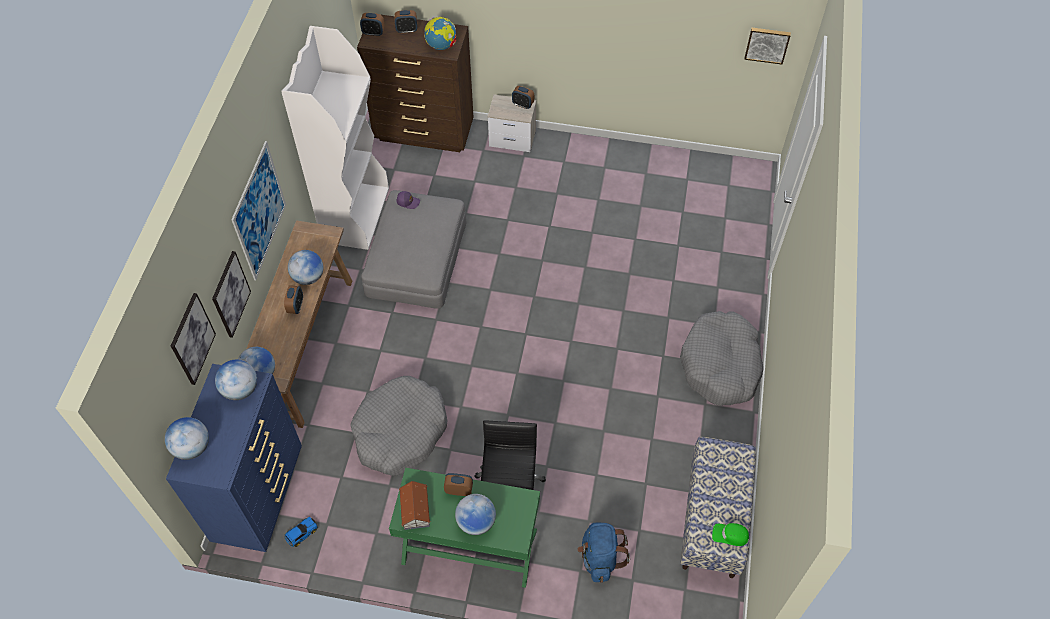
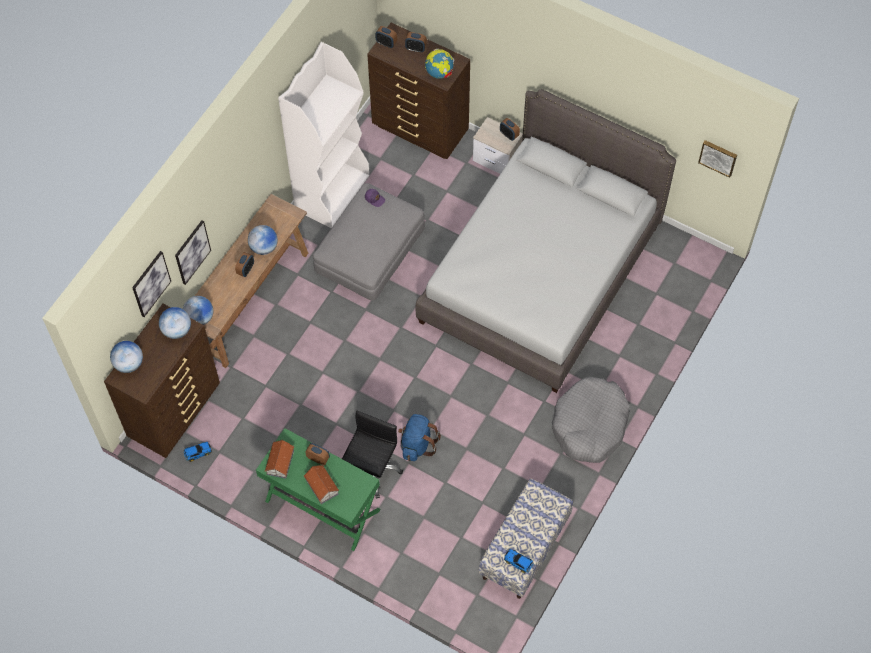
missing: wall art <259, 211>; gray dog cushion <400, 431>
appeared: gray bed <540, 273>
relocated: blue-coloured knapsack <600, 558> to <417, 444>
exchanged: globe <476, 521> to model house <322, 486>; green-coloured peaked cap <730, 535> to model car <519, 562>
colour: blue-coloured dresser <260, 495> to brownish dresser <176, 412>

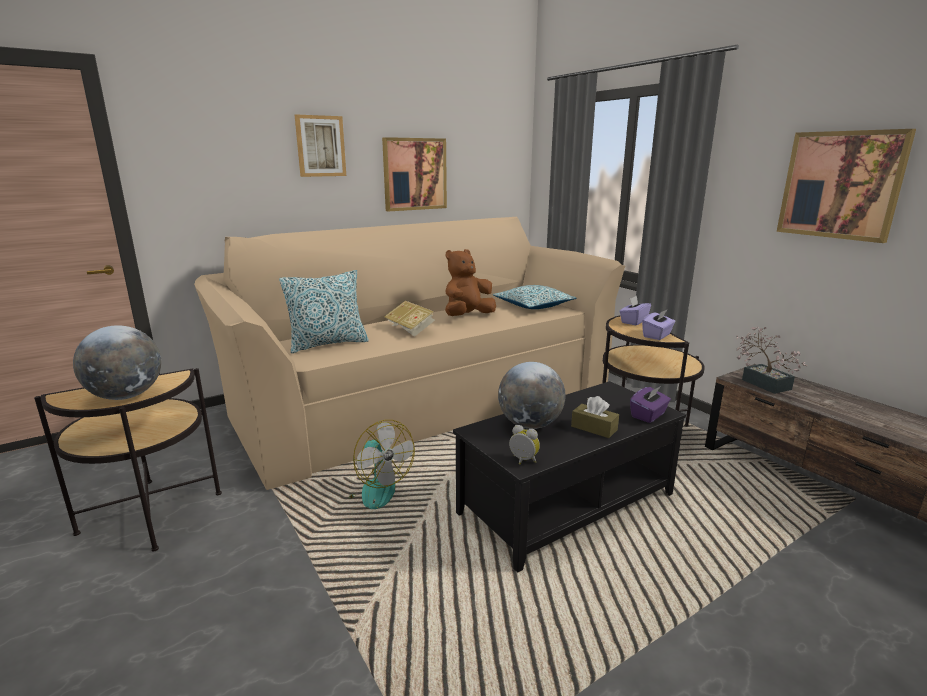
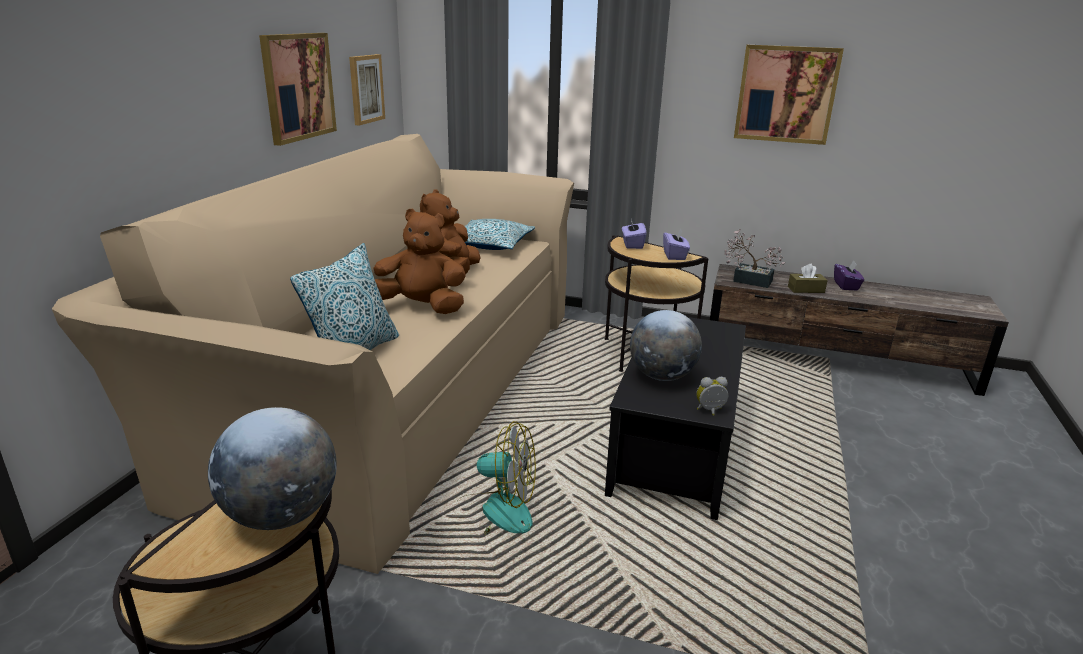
relocated: wall art <320, 146> to <366, 89>; purple-coloured box of tissues <648, 415> to <846, 285>; brownish box of tissues <594, 428> to <806, 289>
exchanged: volume <410, 329> to brownish plush toy <421, 307>

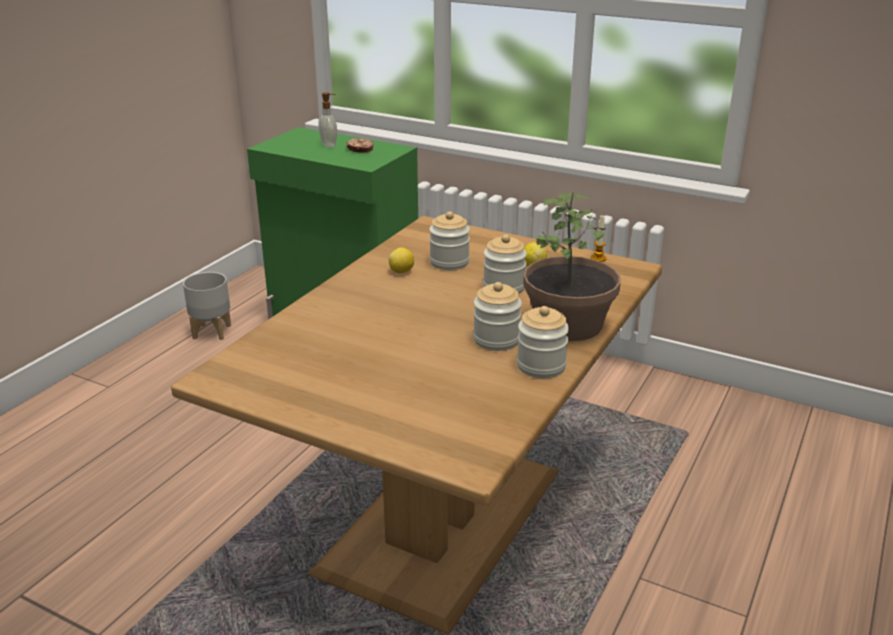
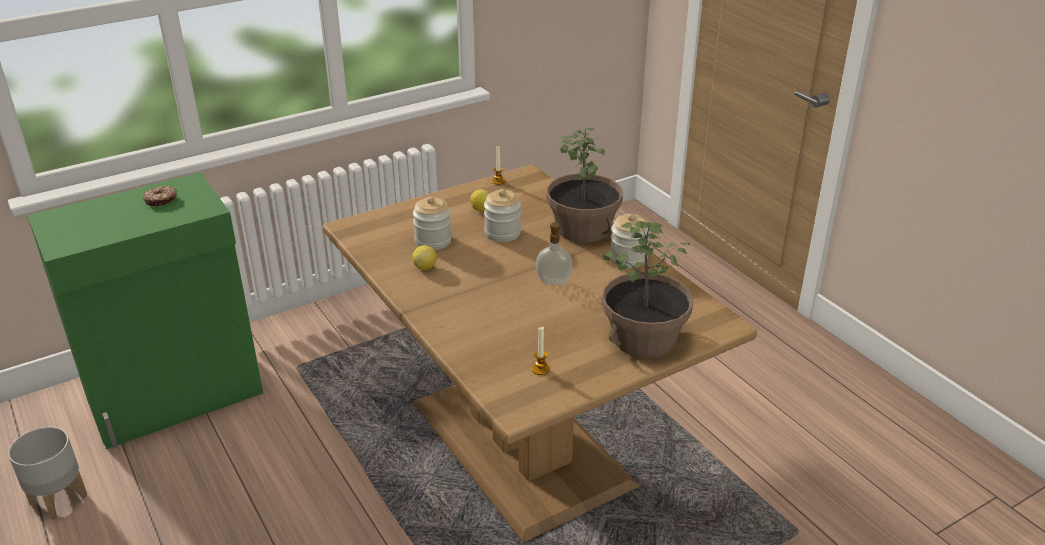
missing: storage jar <496, 340>
appeared: houseplant <644, 339>; wax light <540, 369>
relocated: liquid soap bottle <329, 145> to <553, 281>

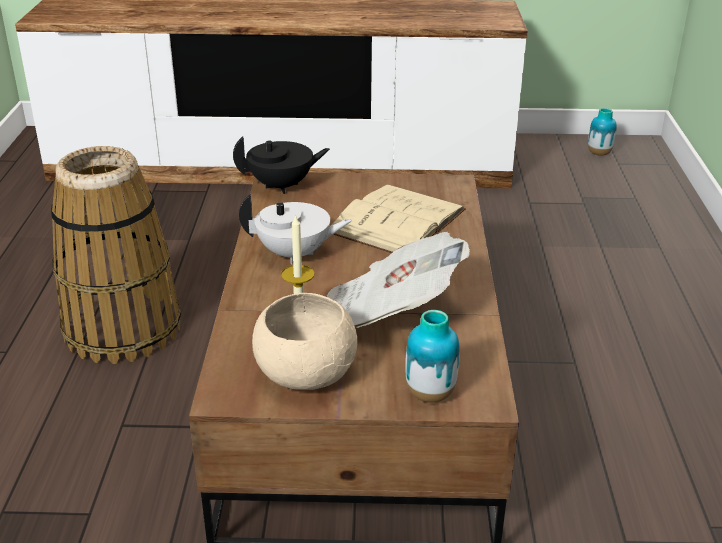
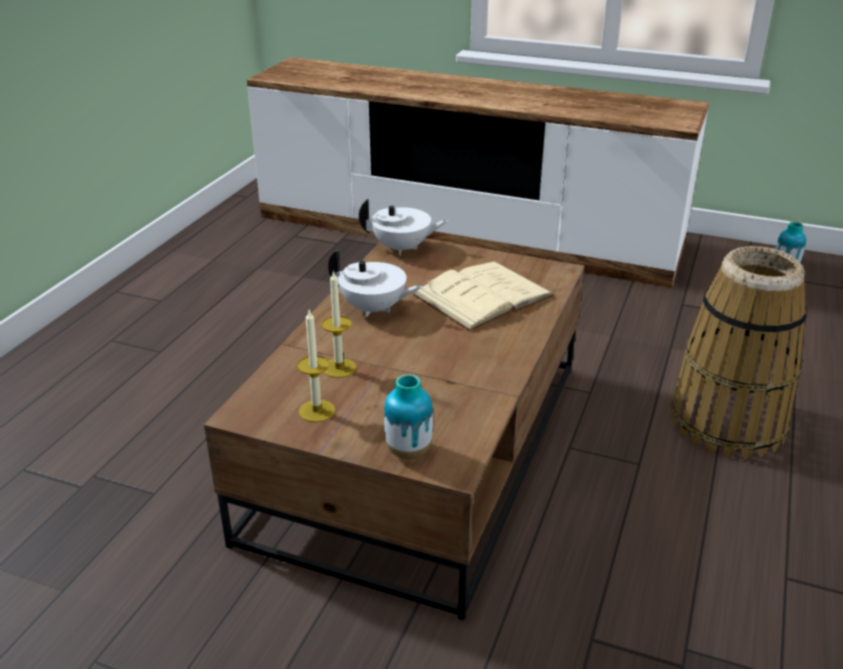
missing: printed paper <391, 311>
relocated: household basket <123, 329> to <727, 423>
exchanged: sand-coloured serving bowl <306, 373> to wax light <317, 411>
colour: black-coloured teapot <282, 186> to white teapot <402, 248>

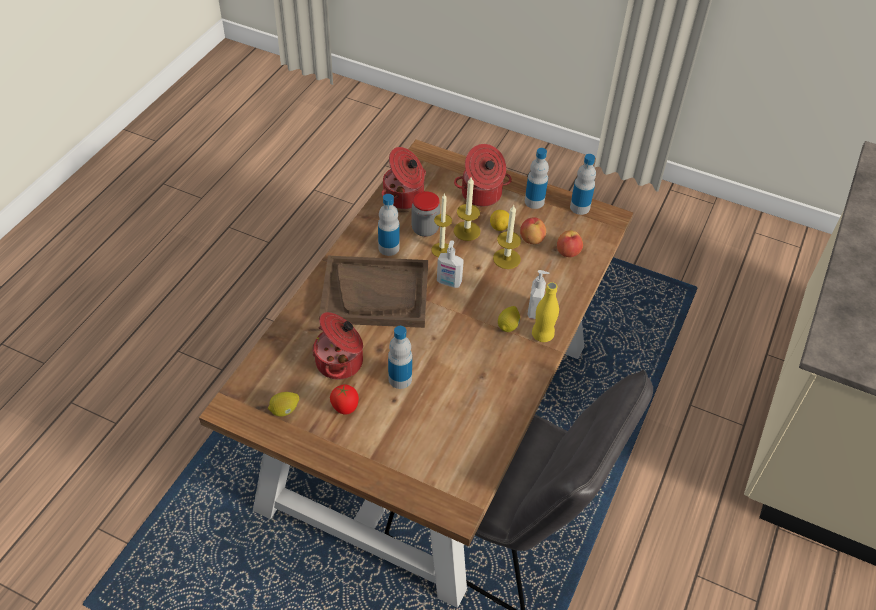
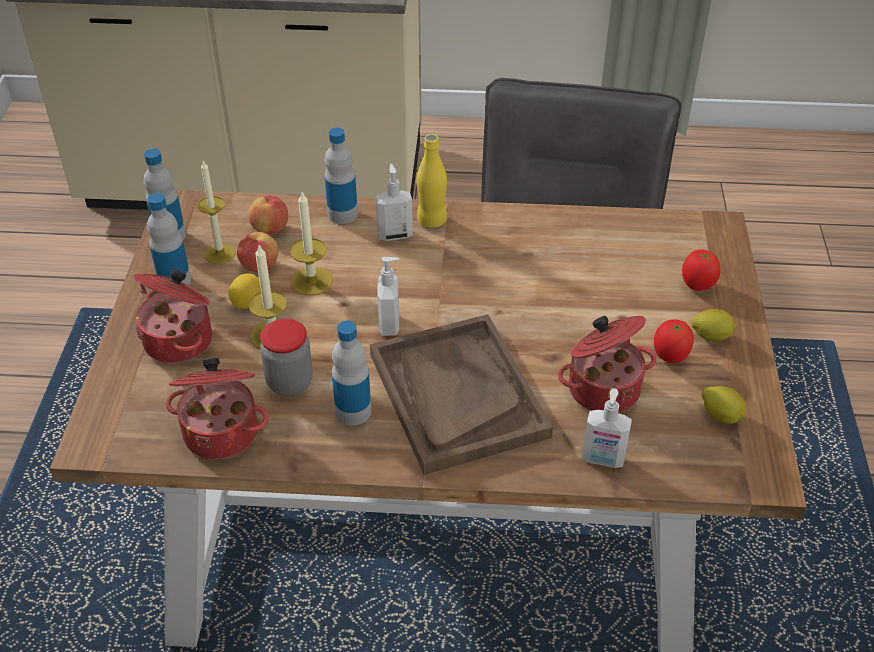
appeared: fresh tomato <697, 286>; liquid soap bottle <602, 460>
relocated: wax light <441, 250> to <220, 254>; lemon <508, 326> to <710, 336>; bottle <400, 379> to <342, 214>

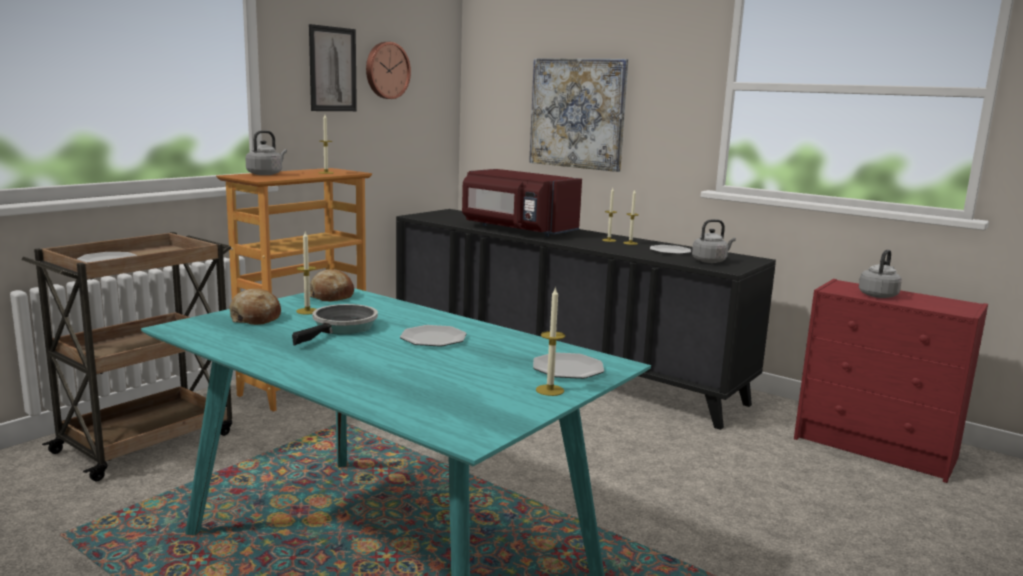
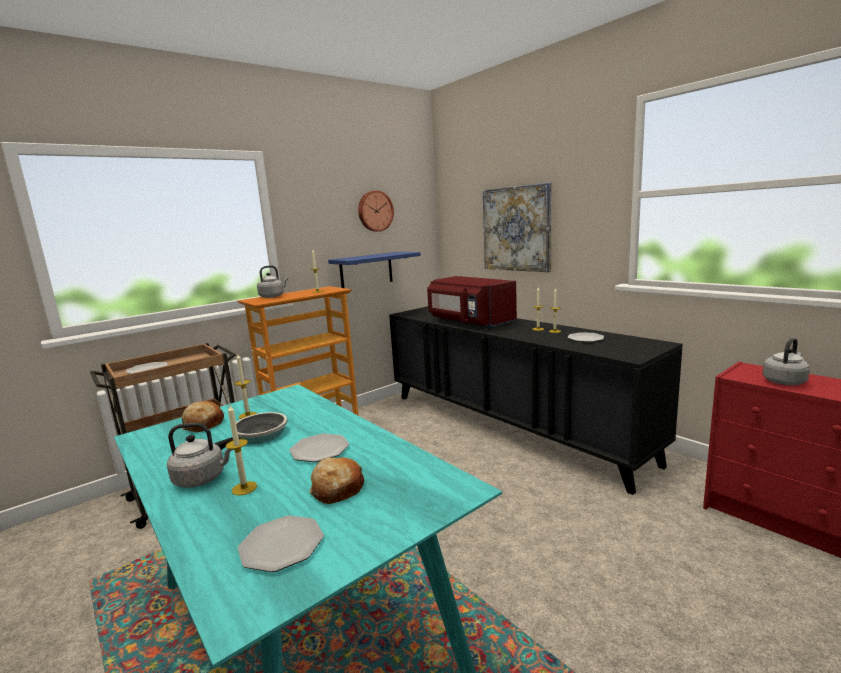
missing: wall art <332, 69>
appeared: blue-coloured shelf <366, 270>
relocated: gray kettle <710, 261> to <202, 479>; baked bread <331, 296> to <337, 489>; wax light <550, 390> to <244, 488>; dinner plate <567, 368> to <281, 545>

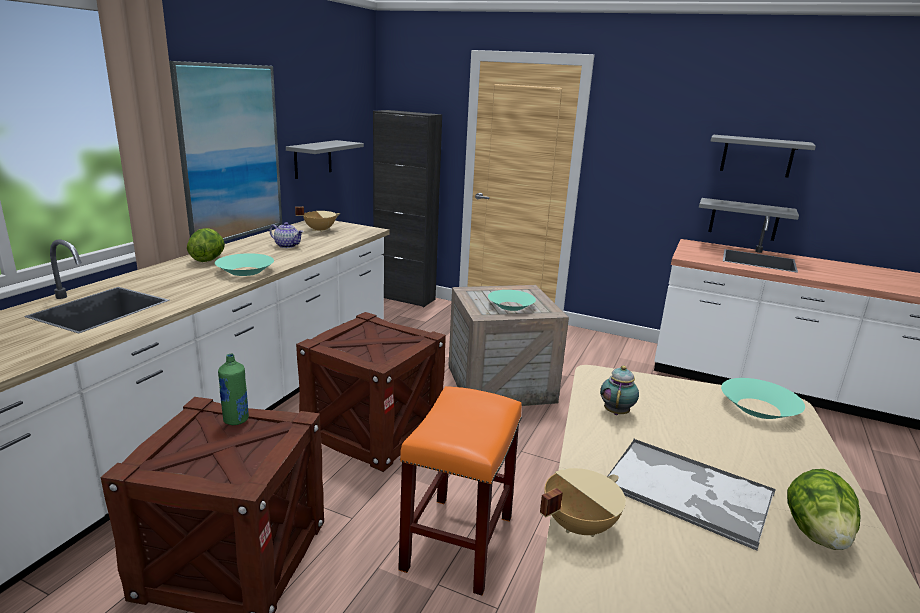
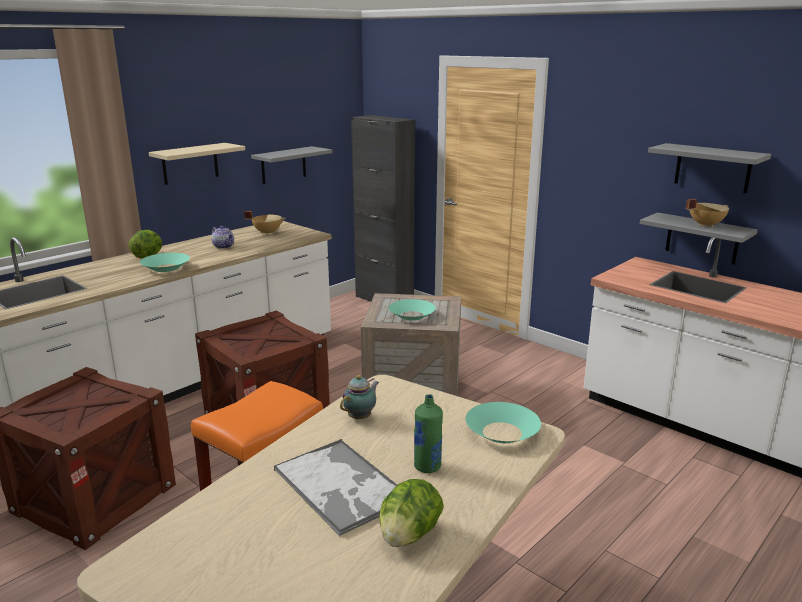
relocated: green-coloured bottle <236, 420> to <427, 466>; sand-coloured cooking pot <577, 524> to <705, 225>
exchanged: wall art <230, 153> to sand-coloured shelf <190, 163>

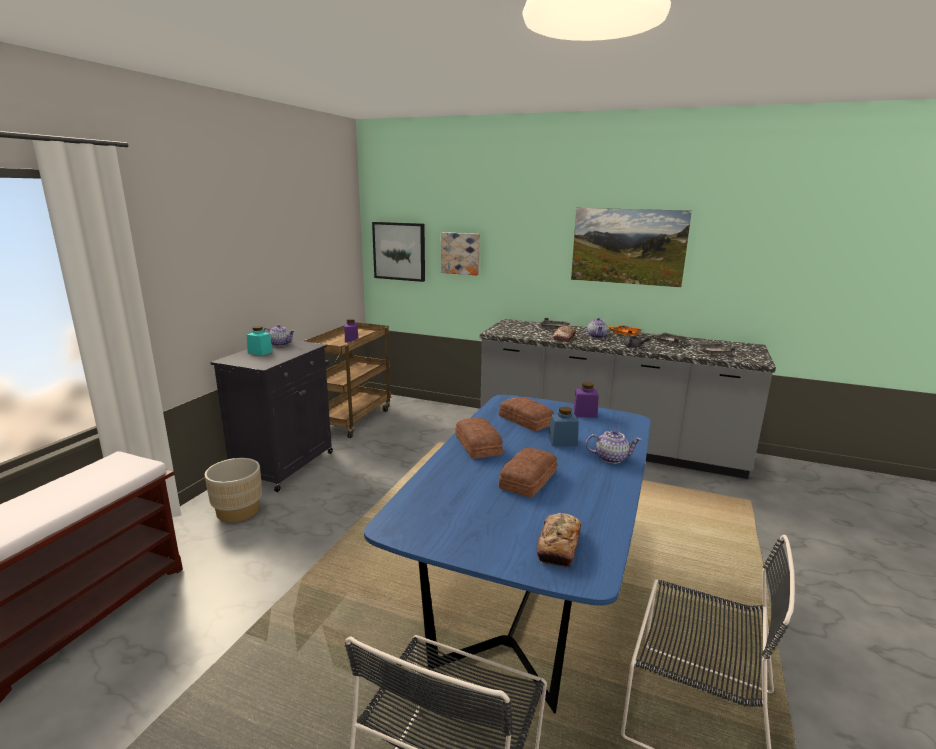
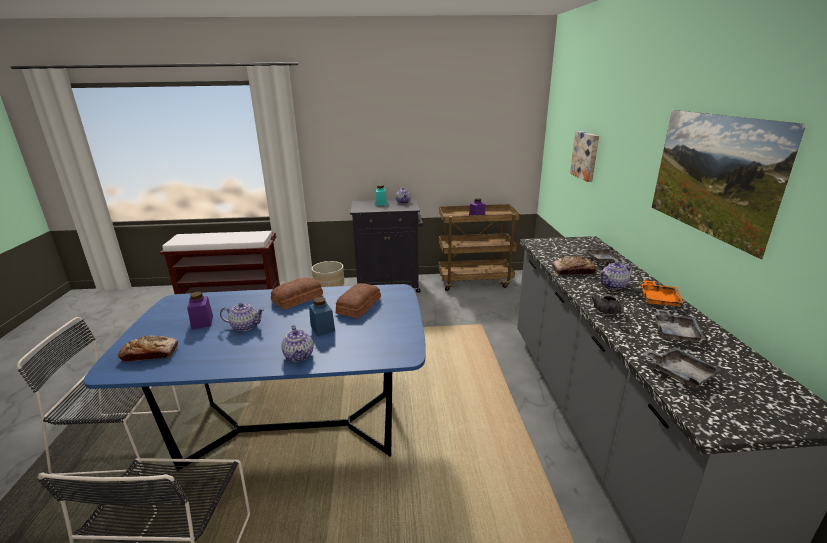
missing: wall art <399, 251>
relocated: purple-coloured storage jar <585, 413> to <202, 322>
exchanged: baked bread <526, 479> to teapot <245, 326>

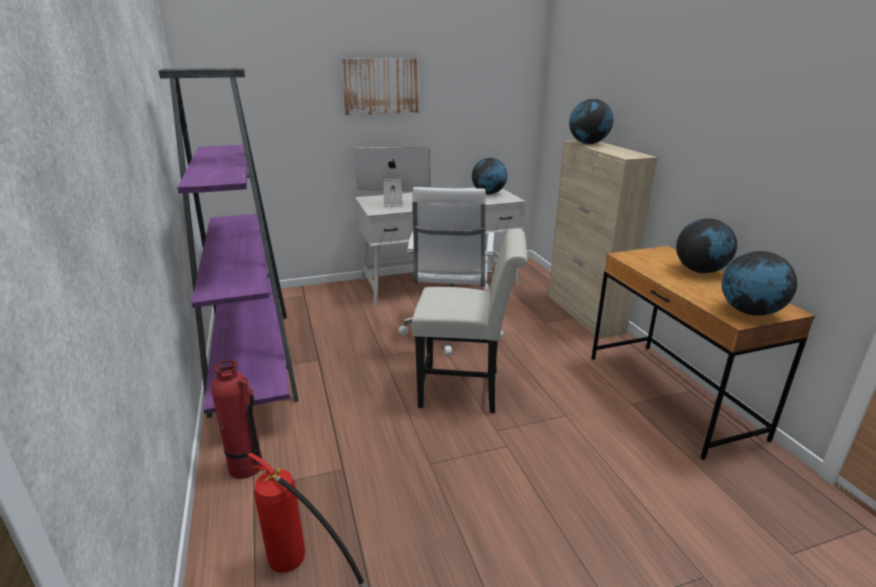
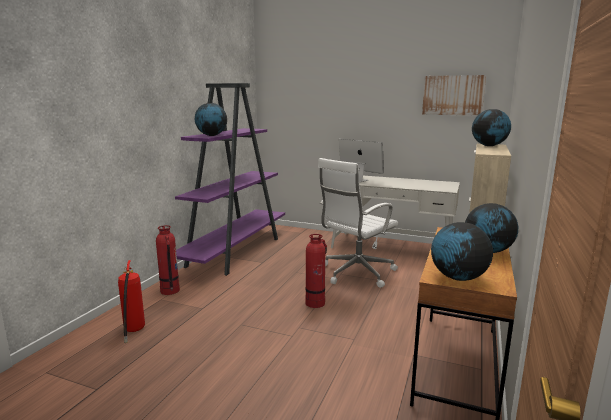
relocated: wall art <381, 86> to <453, 95>; globe <488, 193> to <211, 135>
exchanged: white plain chair <467, 389> to fire-fighting cylinder <315, 303>

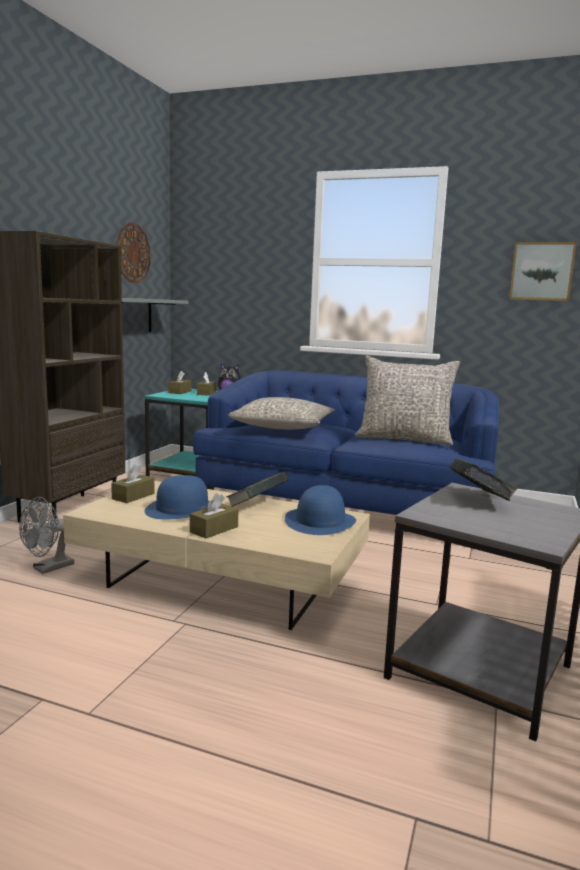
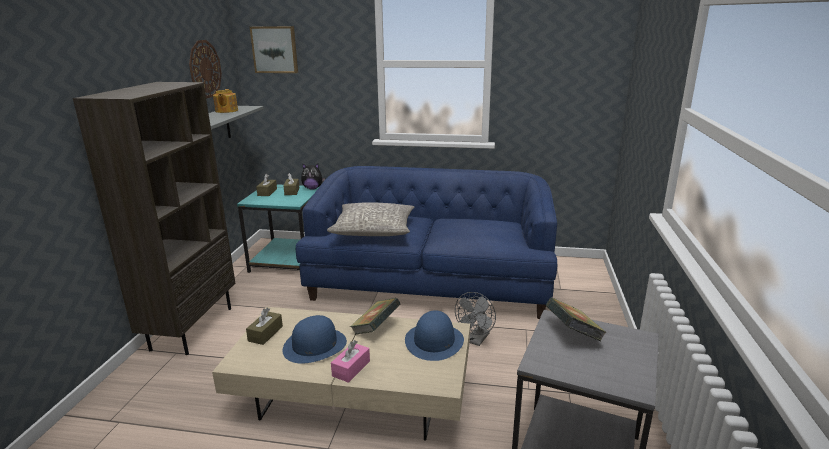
missing: gray cushion <404, 439>
appeared: teapot <226, 111>
relocated: wall art <541, 271> to <275, 49>; gray electric fan <48, 568> to <476, 340>
colour: brownish box of tissues <214, 529> to pink-coloured box of tissues <351, 368>

